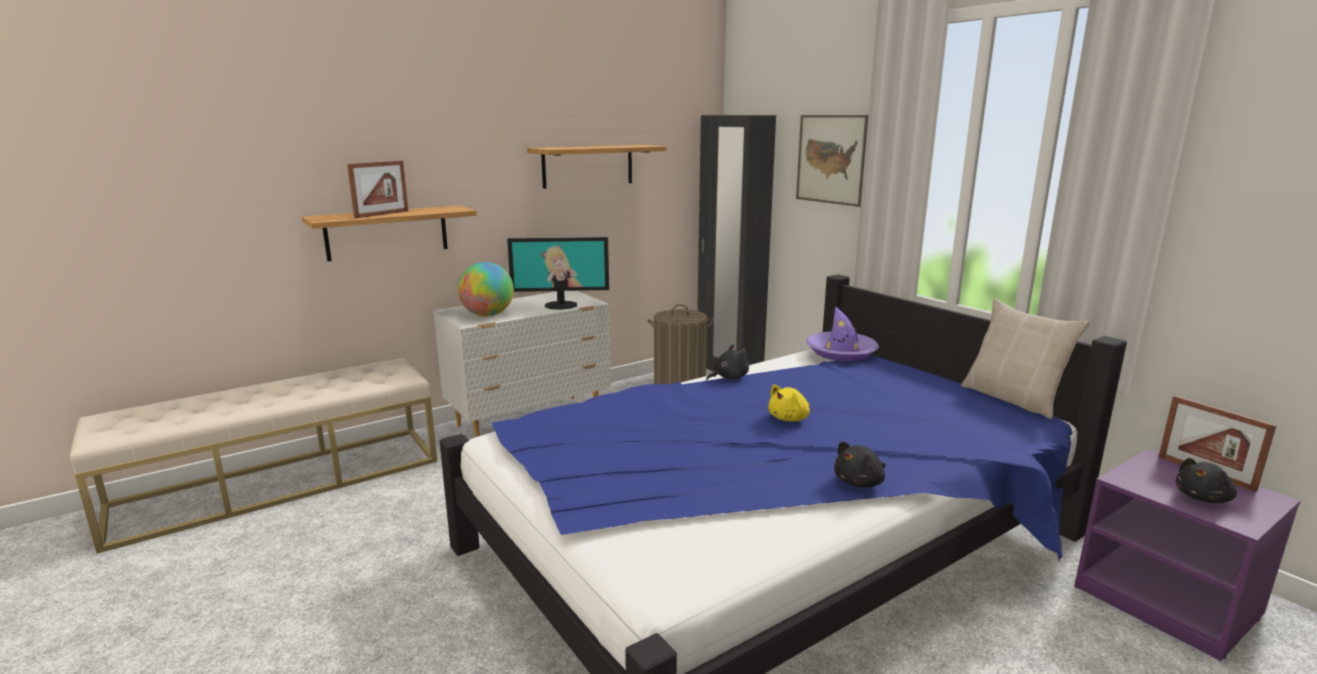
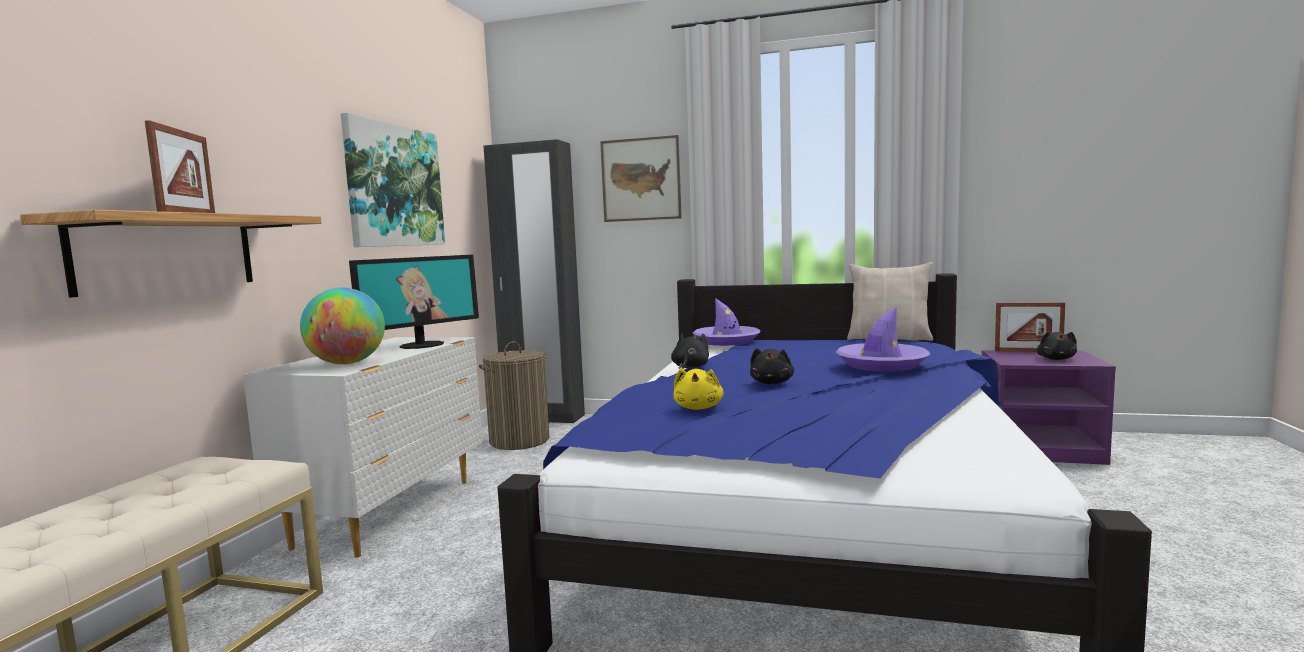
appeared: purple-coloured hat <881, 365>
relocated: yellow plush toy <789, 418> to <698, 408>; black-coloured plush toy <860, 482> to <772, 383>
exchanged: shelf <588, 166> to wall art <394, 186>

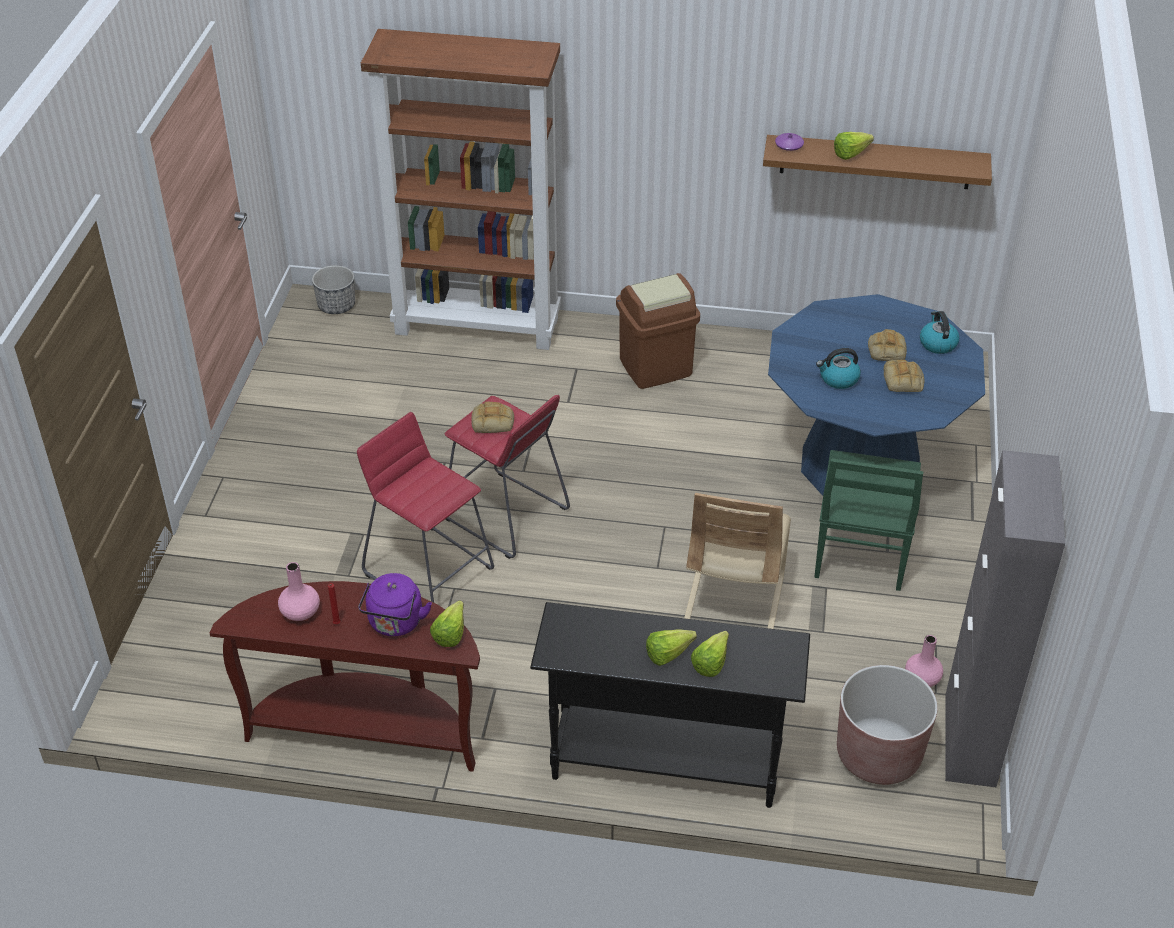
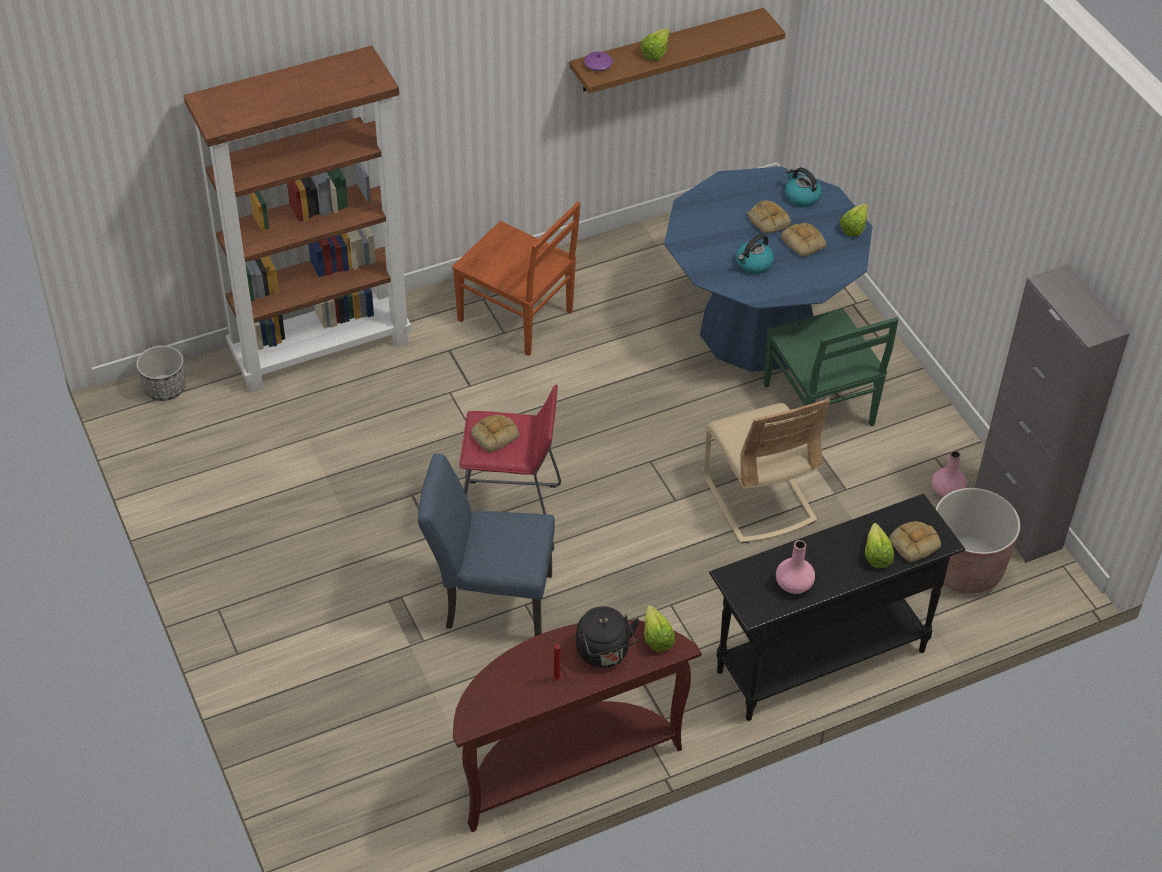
appeared: baked bread <914, 543>
relocated: pink-coloured flower vase <300, 612> to <793, 584>; lettuce <672, 654> to <856, 226>
exchanged: brownish waste bin <655, 367> to brownish plain chair <517, 317>; red sitting stool <429, 570> to blue-coloured plain chair <489, 600>
colour: purple-coloured kettle <395, 624> to black-coloured kettle <604, 653>

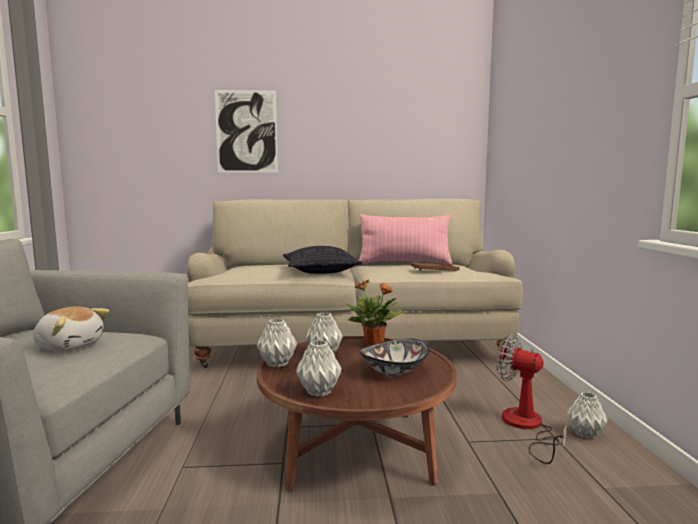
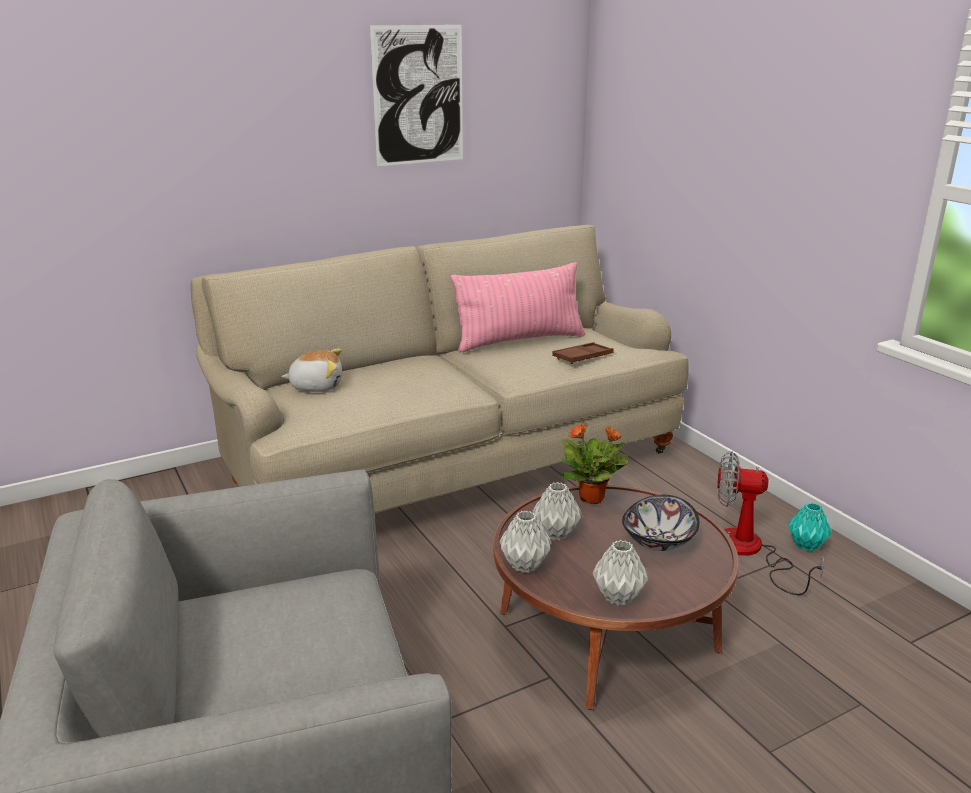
missing: cushion <320, 271>
relocated: wall art <246, 131> to <418, 95>; plush toy <70, 346> to <316, 386>
colour: gray flower vase <585, 434> to blue-green flower vase <807, 546>

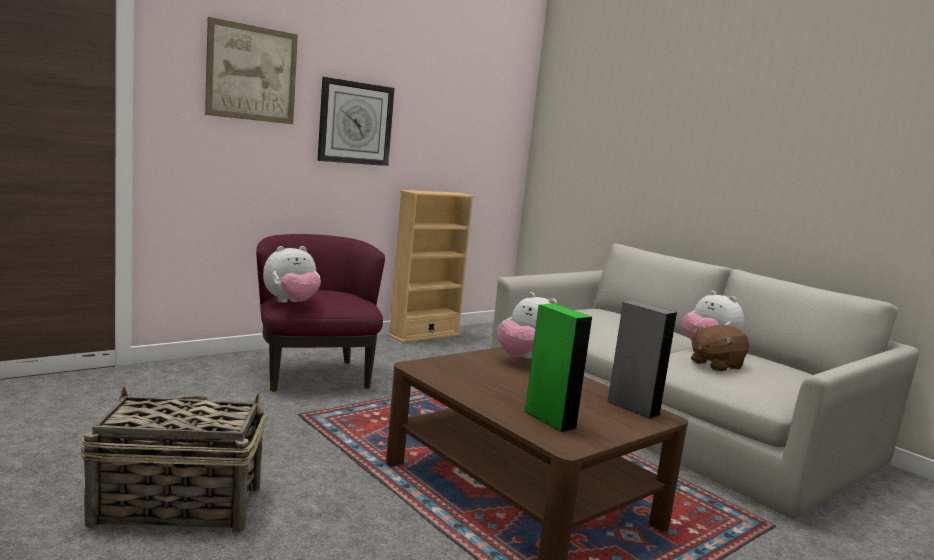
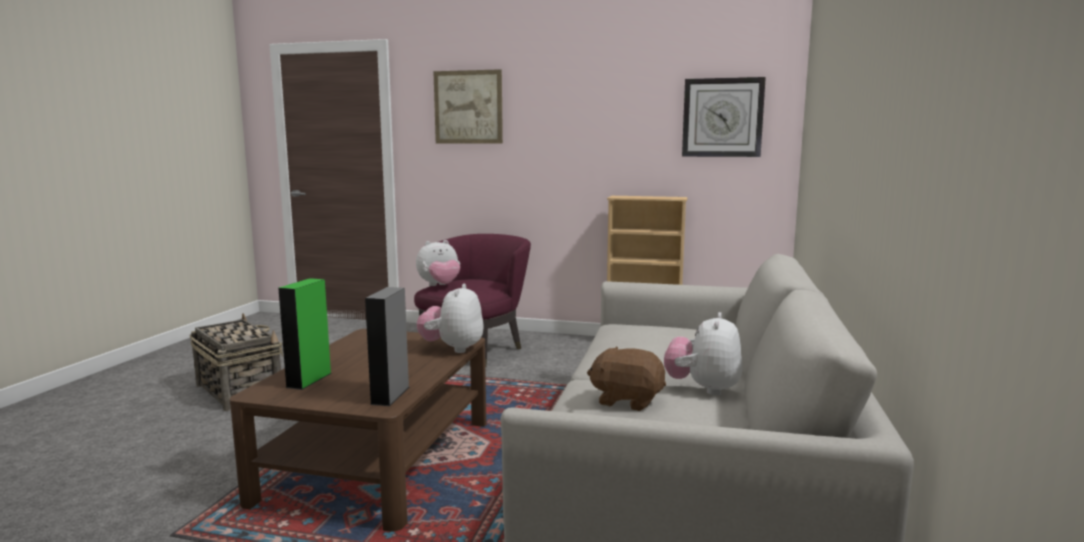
relocated: clock on the wall <355, 123> to <722, 117>
spun: plush toy <291, 303> = <440, 286> 45 degrees counterclockwise

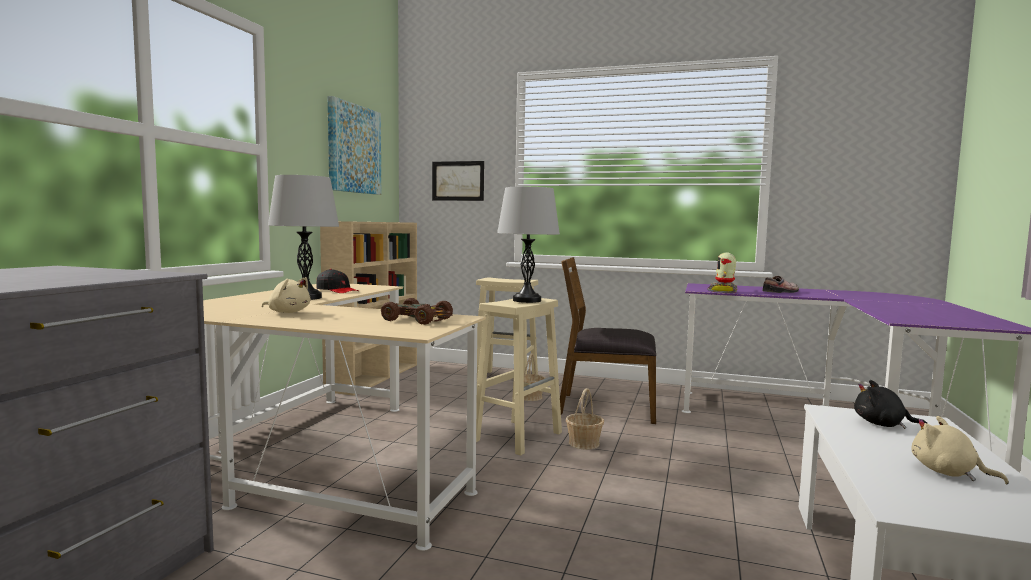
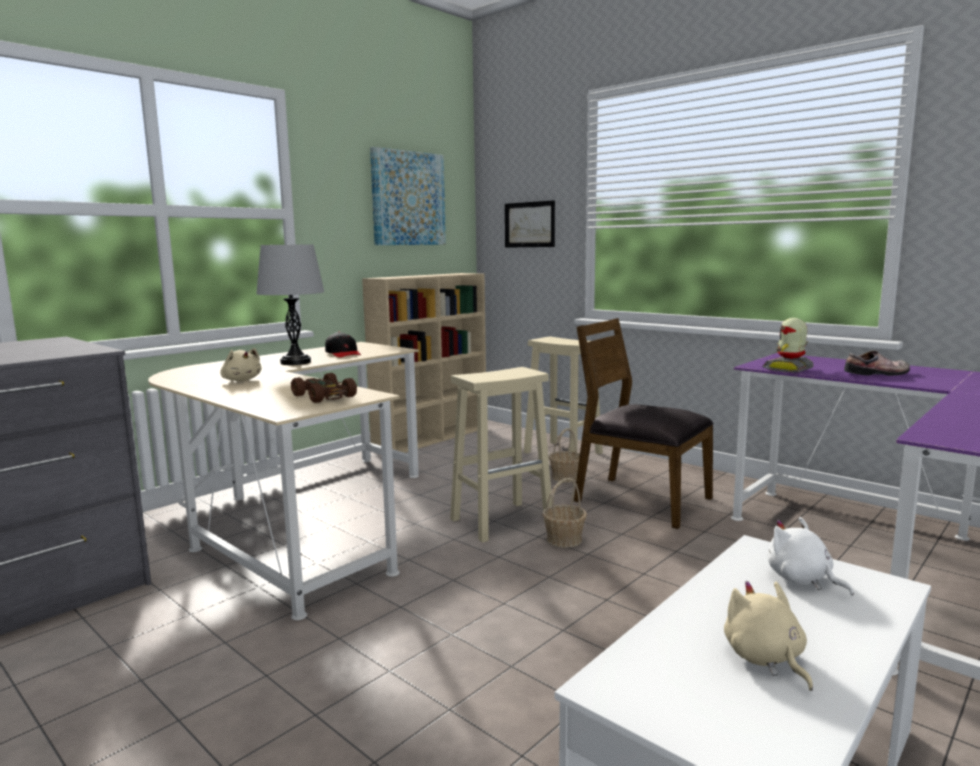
missing: gray table lamp <527, 300>
colour: black-coloured plush toy <883, 425> to white plush toy <801, 579>

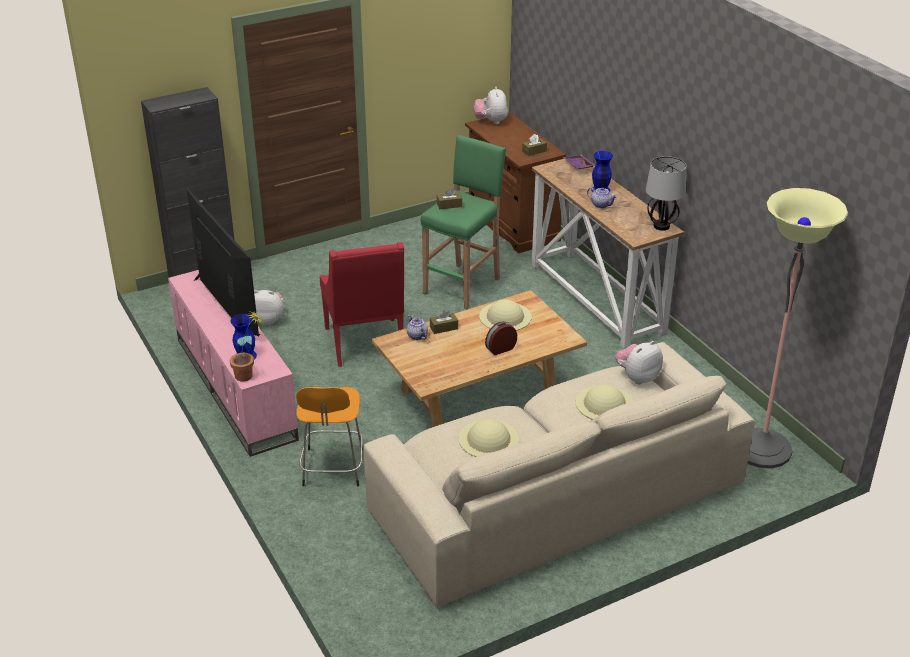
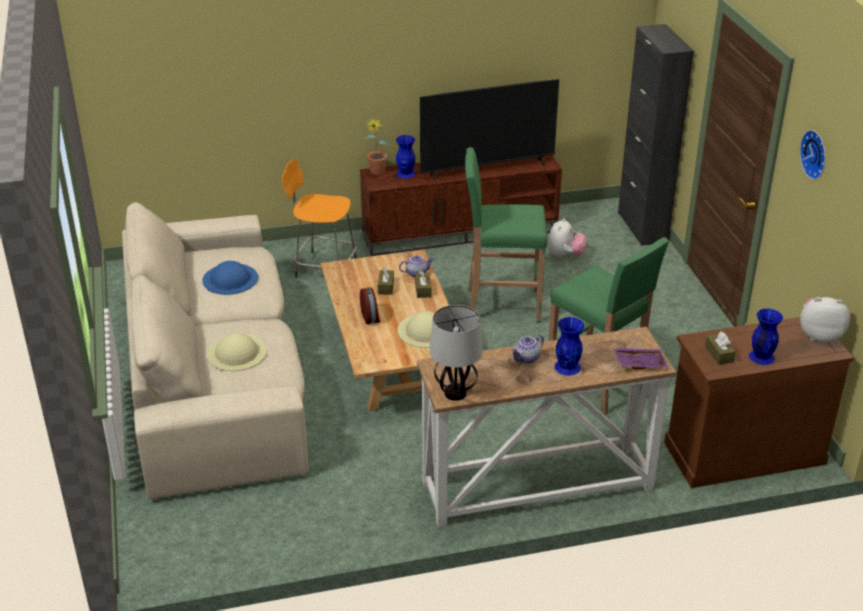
missing: floor lamp <762, 449>; plush toy <637, 377>
appeared: clock on the wall <816, 154>; blue-coloured flower vase <761, 357>
relocated: brownish box of tissues <449, 205> to <386, 287>
exchanged: red armchair <366, 344> to green-coloured sitting stool <501, 305>
colour: pink-coloured tv unit <233, 387> to brownish tv unit <460, 231>; sand-coloured hat <488, 439> to blue-coloured hat <230, 279>

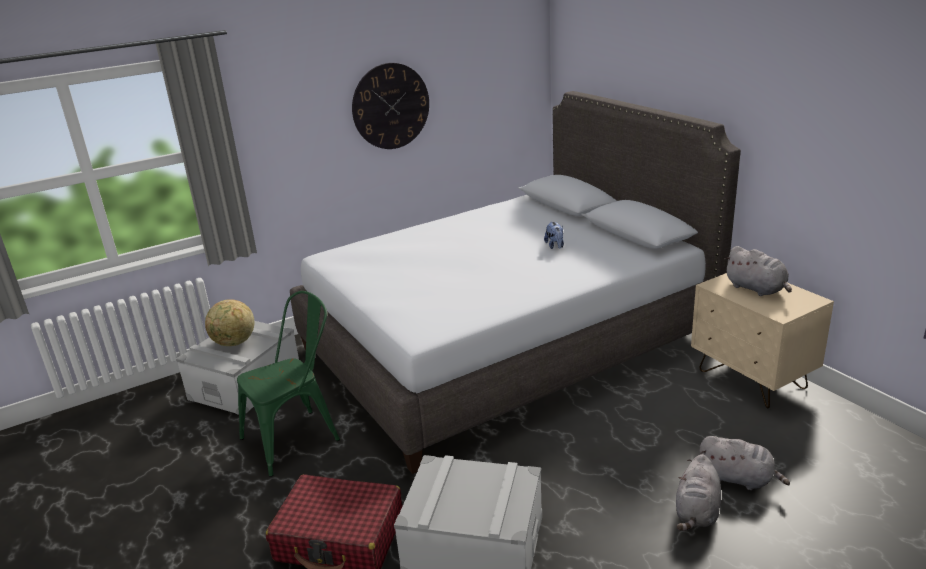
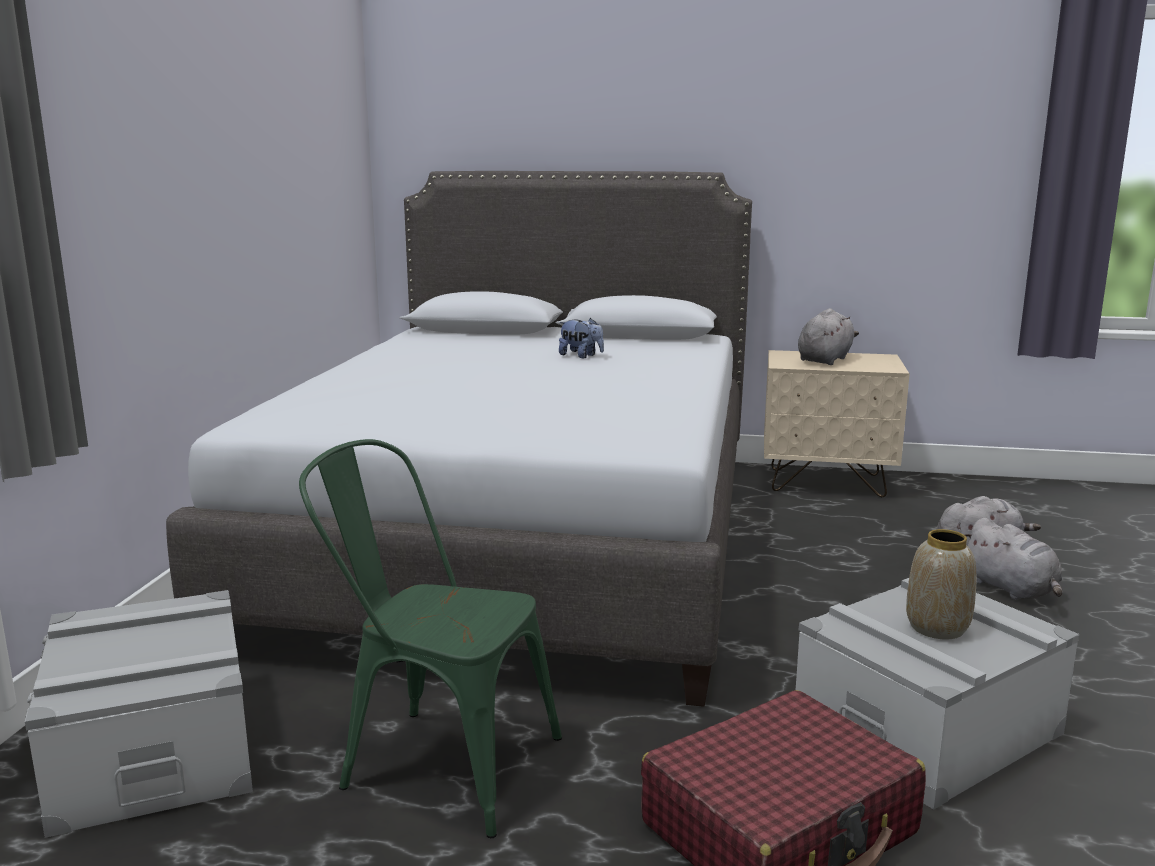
missing: clock on the wall <391, 106>; globe <234, 343>
appeared: flower vase <937, 628>
spun: gray plush toy <757, 289> = <825, 360> 60 degrees counterclockwise; green-coloured plain chair <298, 437> = <436, 761> 75 degrees counterclockwise

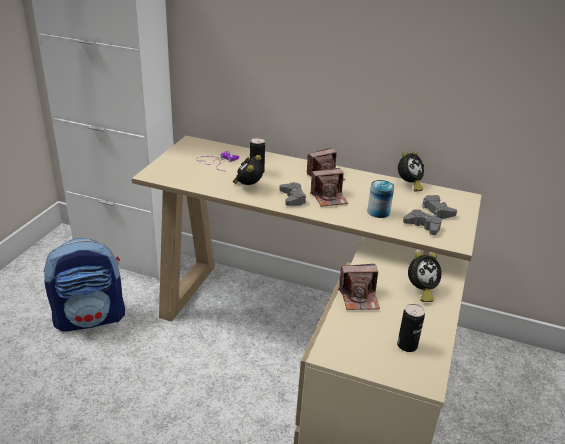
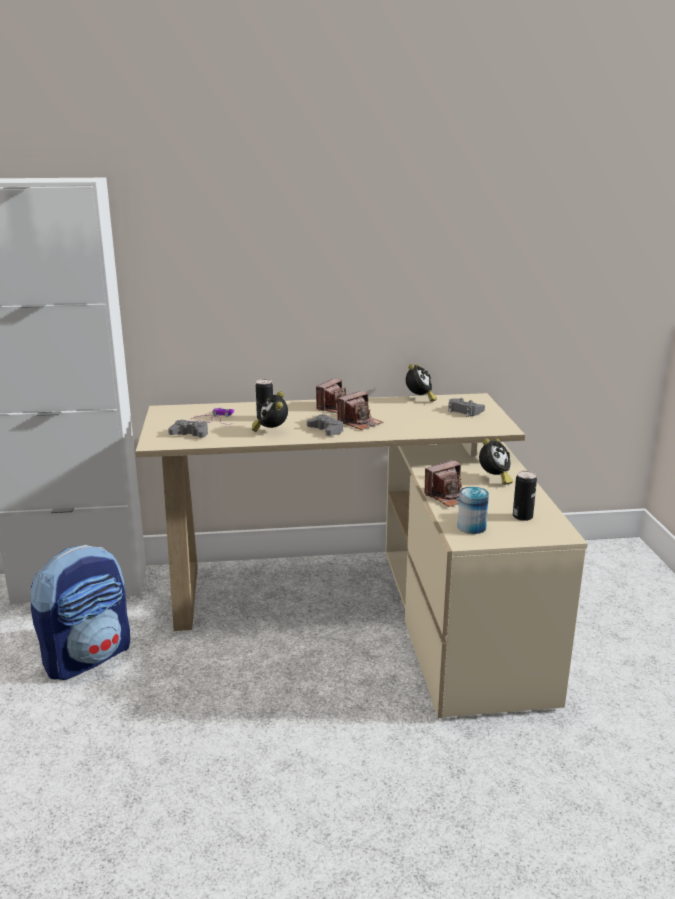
relocated: can <378, 212> to <471, 527>; gray gamepad <423, 226> to <190, 434>

